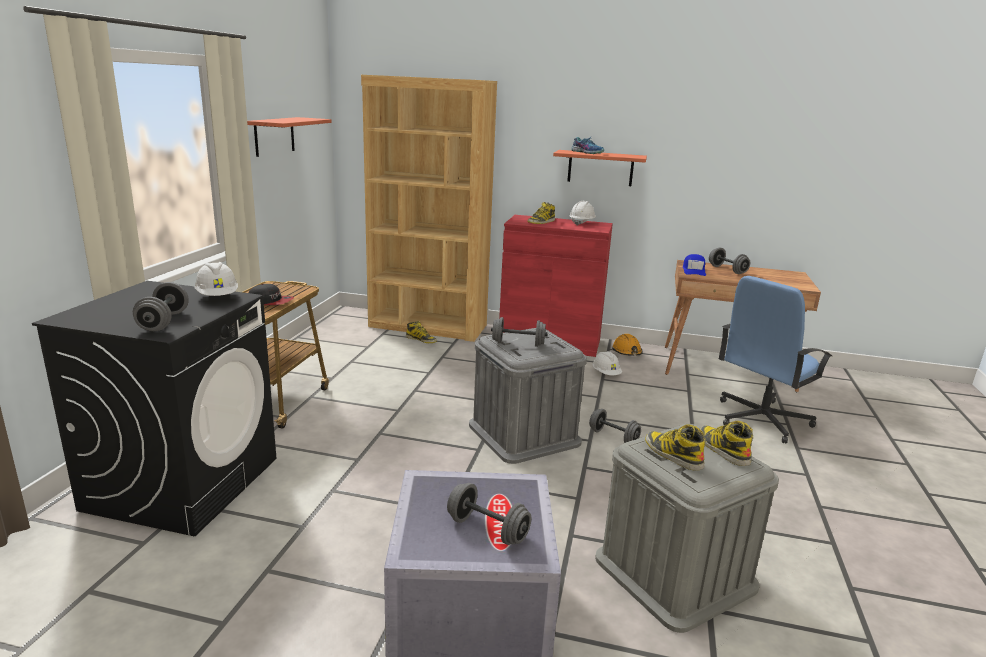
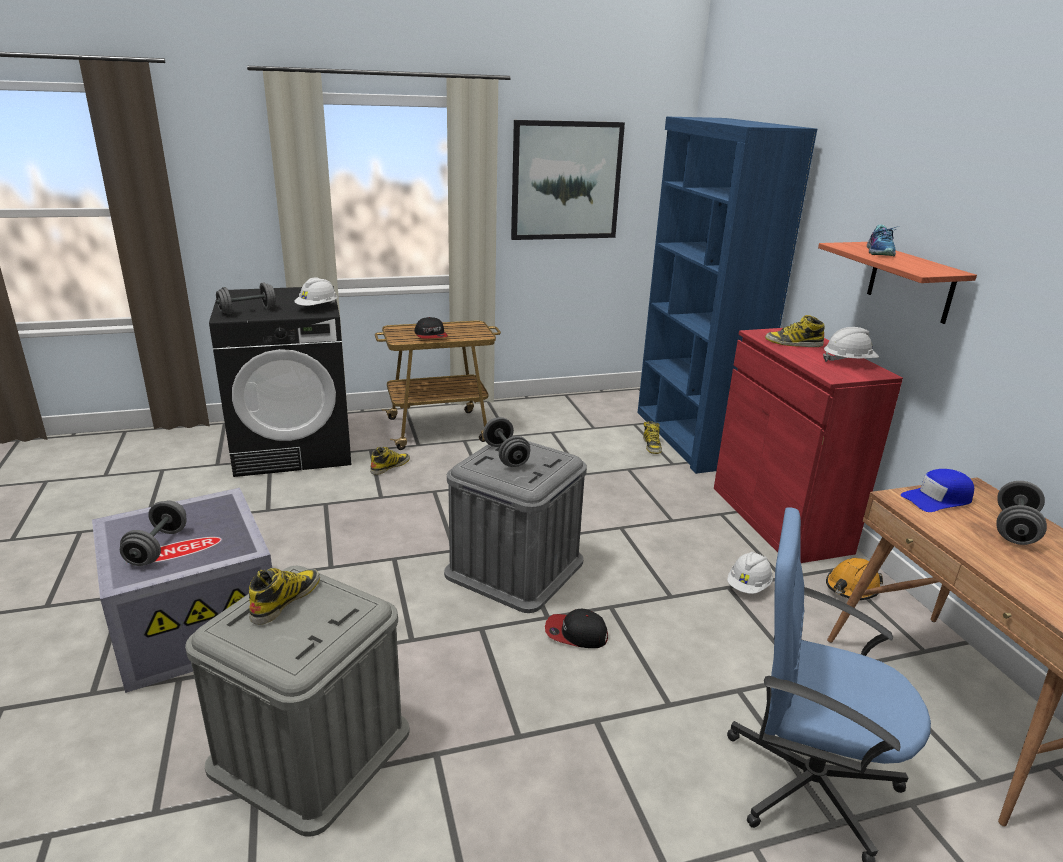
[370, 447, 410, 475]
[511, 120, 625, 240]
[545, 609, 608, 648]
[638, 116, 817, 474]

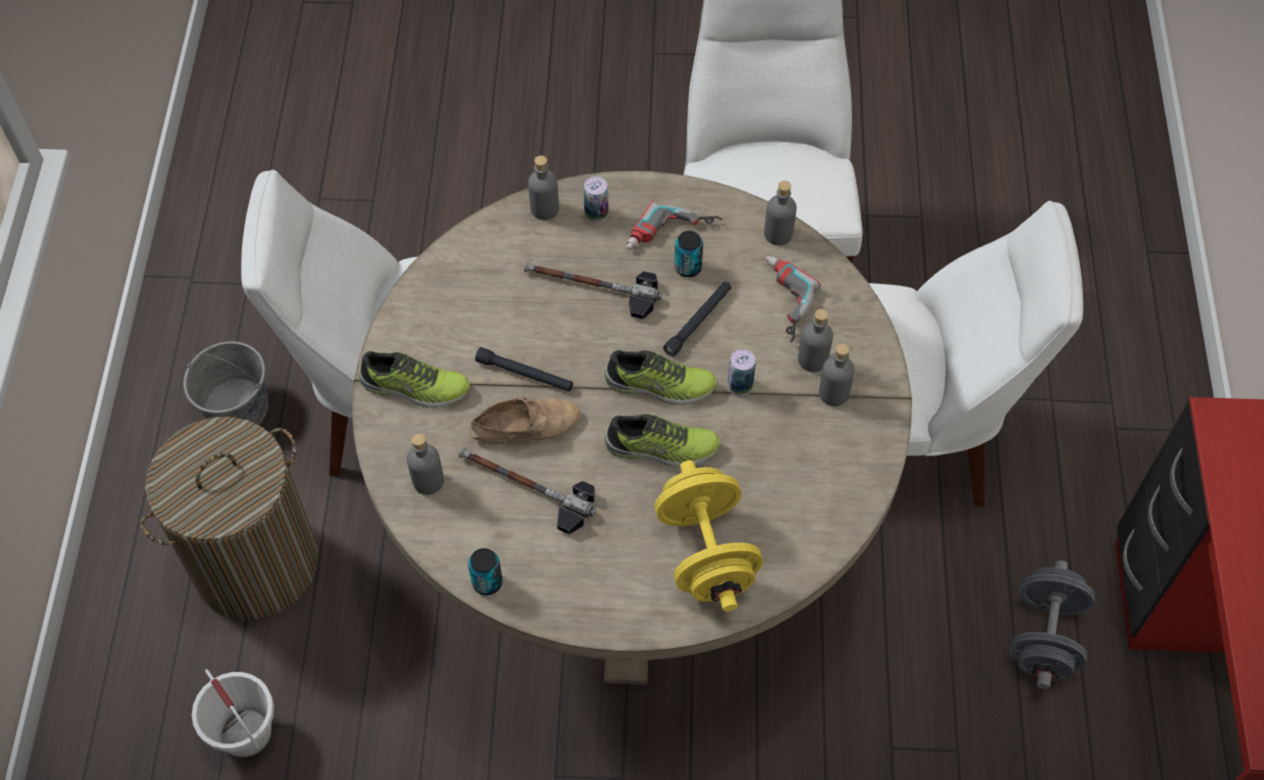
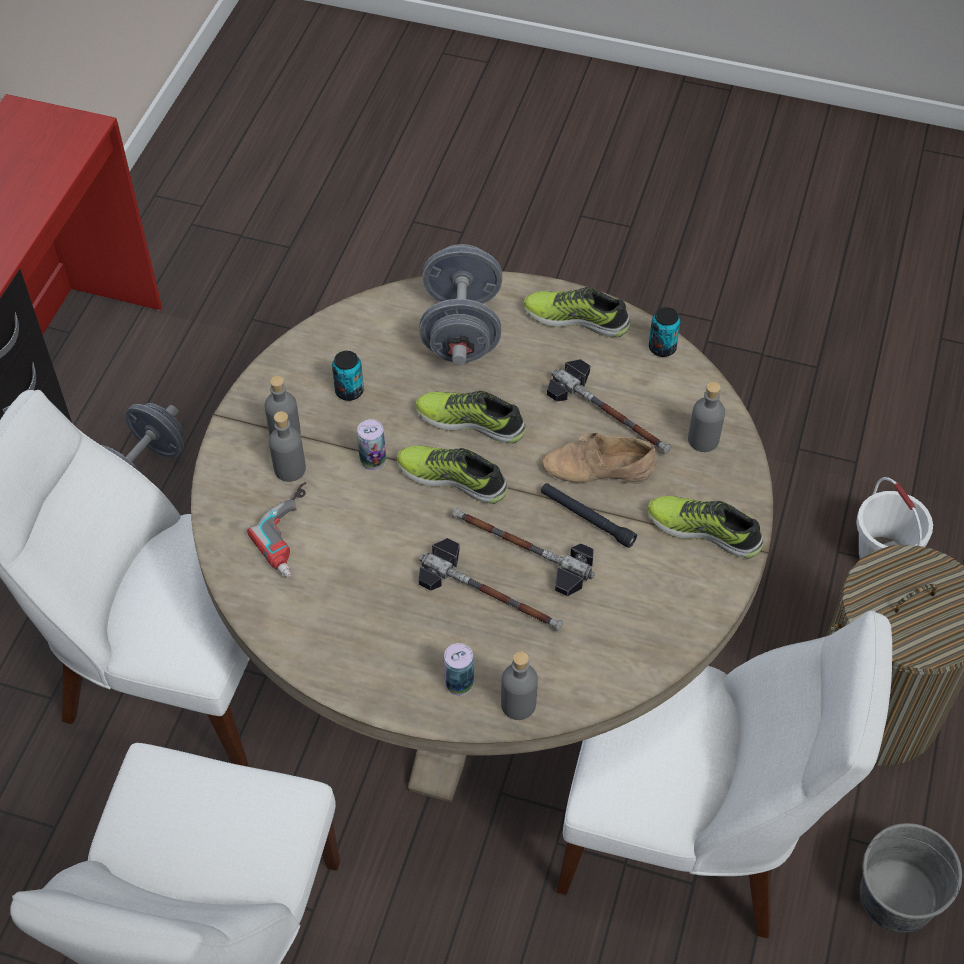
[627, 201, 722, 250] (first image)
[663, 282, 731, 357] (first image)
[764, 181, 797, 245] (first image)
[452, 507, 595, 596]
[524, 287, 630, 337]
[332, 351, 364, 401]
[419, 244, 502, 365]

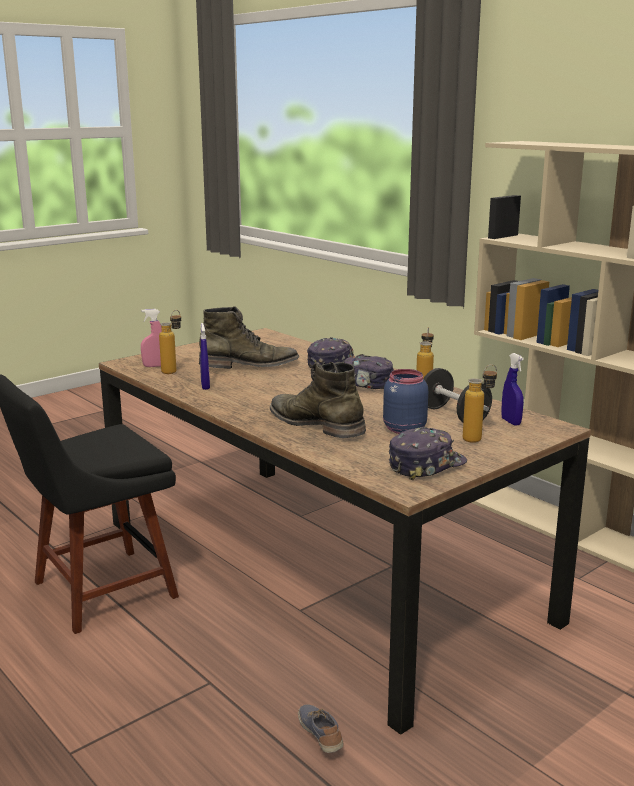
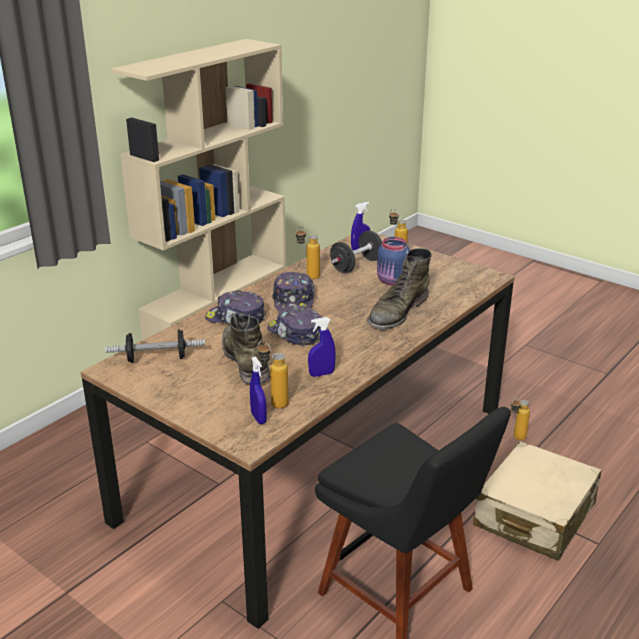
[105, 329, 205, 363]
[473, 441, 601, 561]
[267, 305, 322, 346]
[511, 398, 530, 440]
[250, 356, 267, 424]

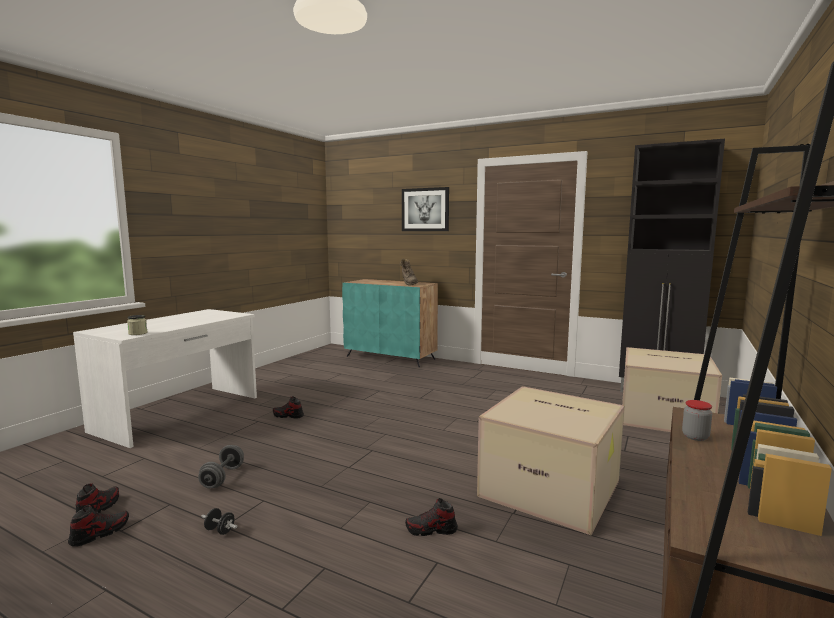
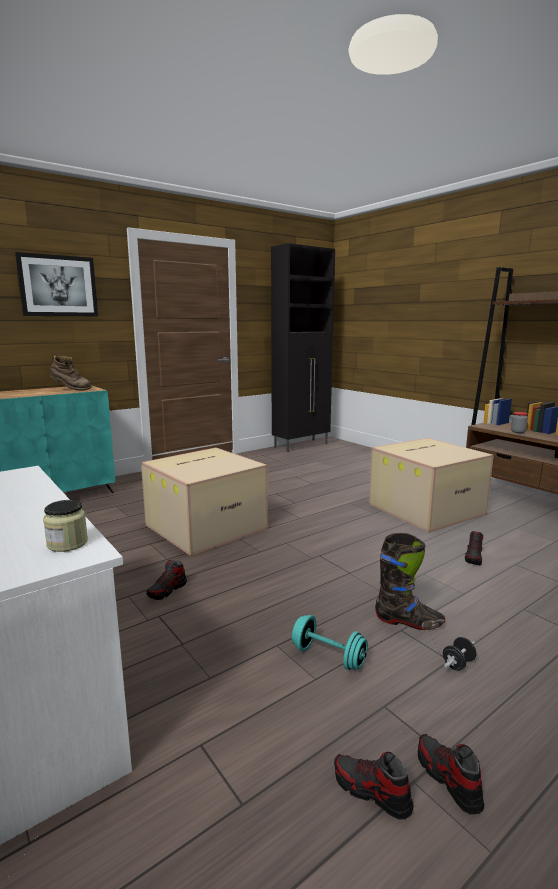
[375, 533, 445, 630]
[141, 448, 268, 556]
[292, 615, 368, 670]

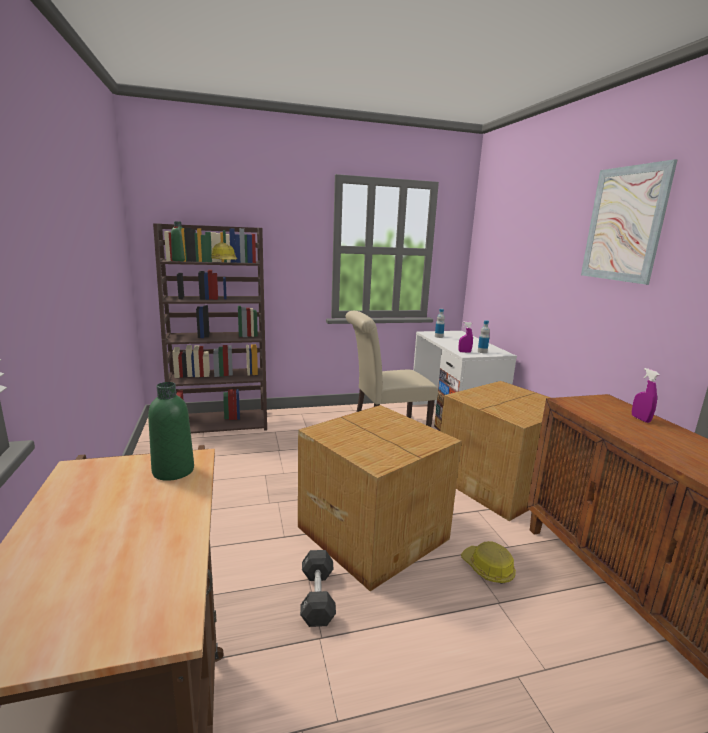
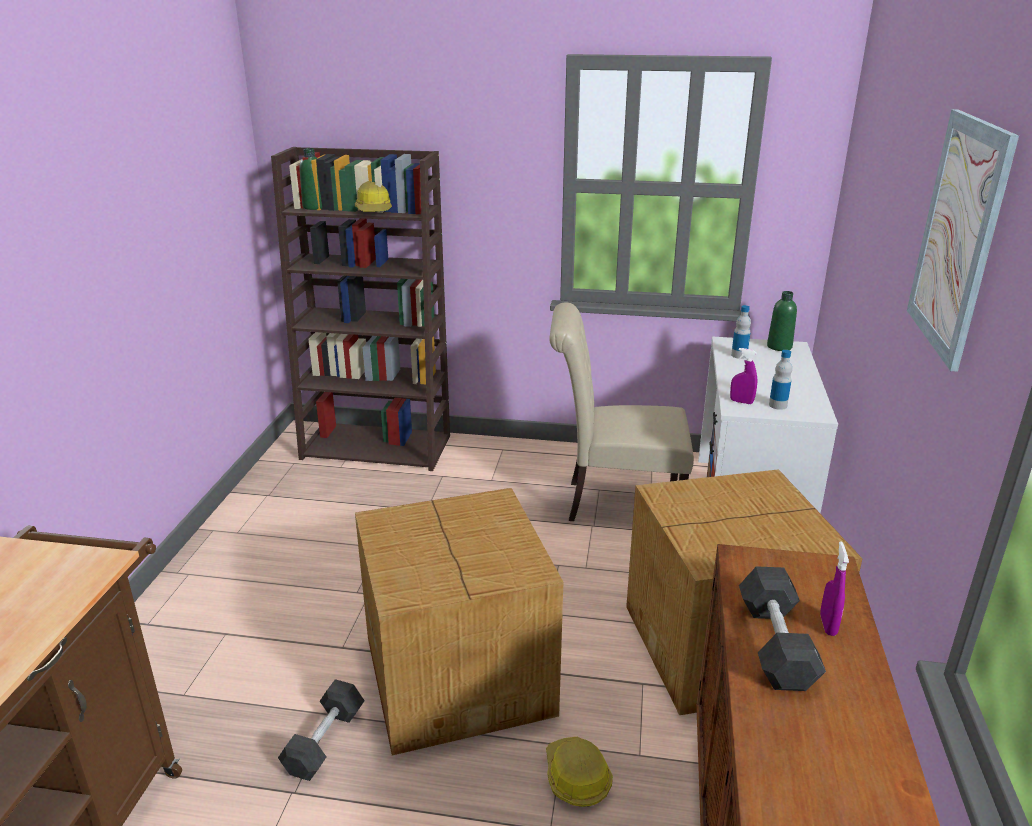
[739, 566, 826, 691]
[767, 291, 797, 351]

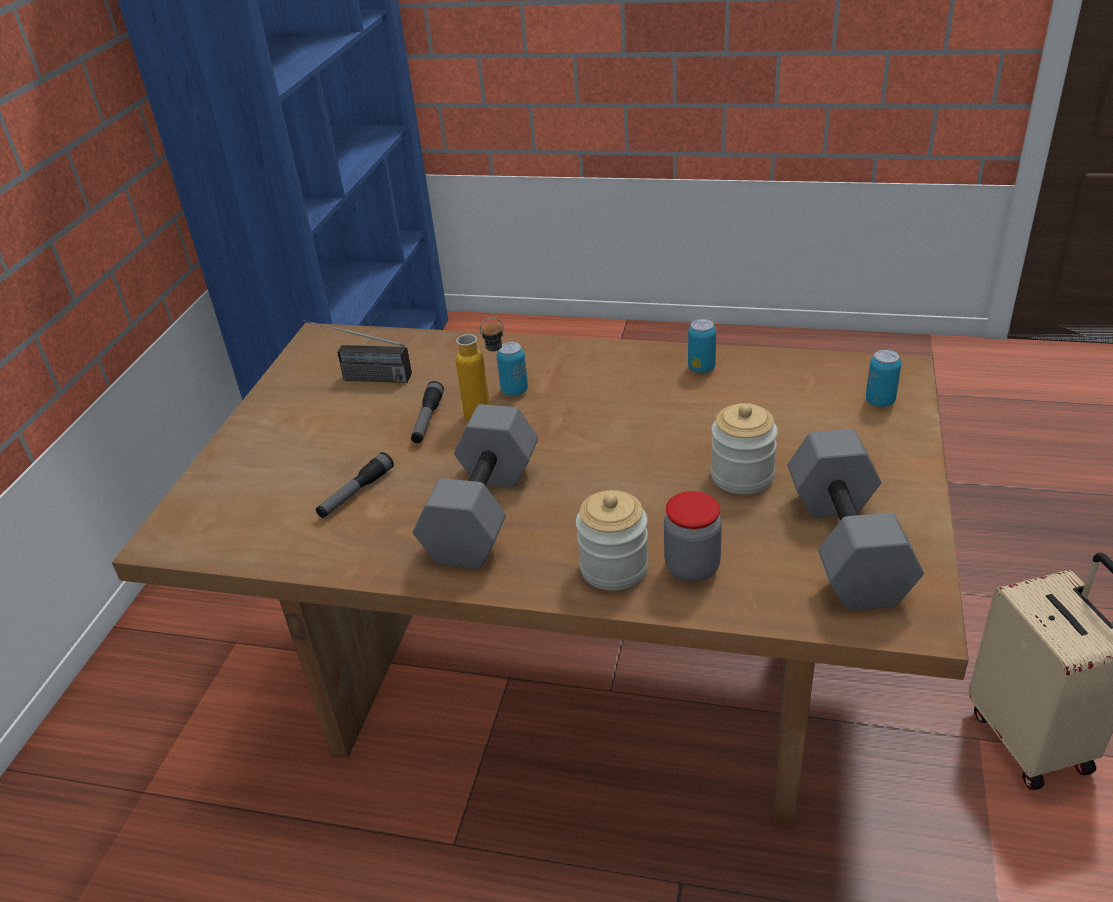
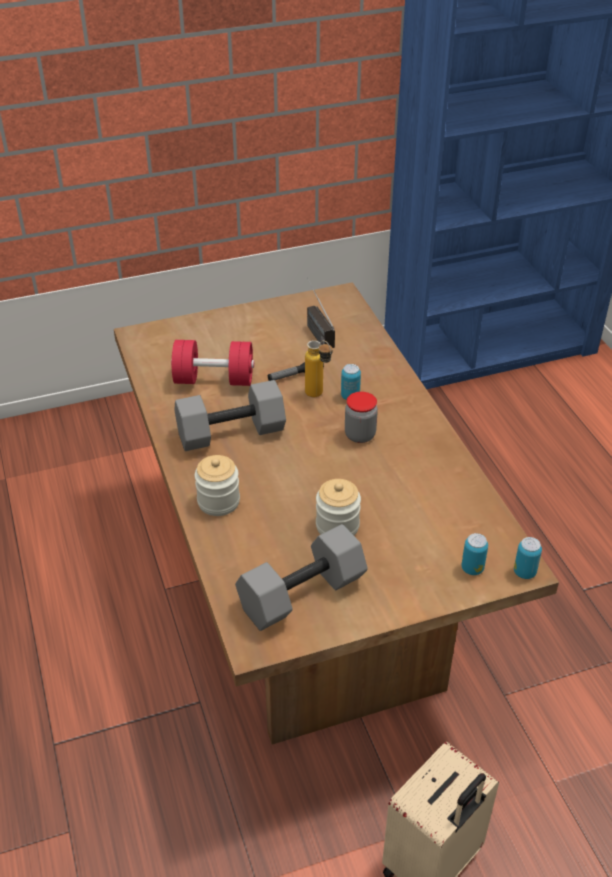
[345, 392, 378, 443]
[514, 537, 542, 579]
[171, 340, 254, 386]

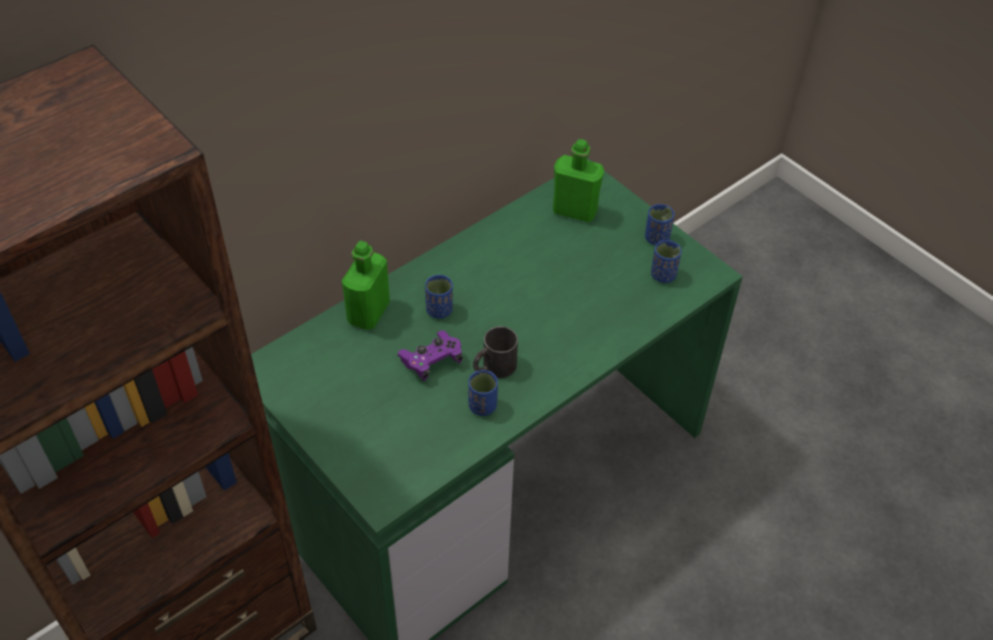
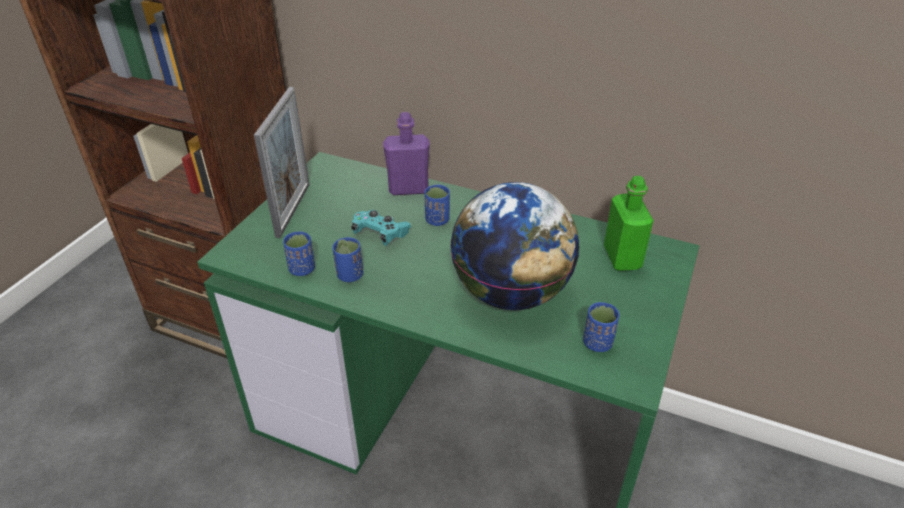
[473, 326, 518, 378] (first image)
[254, 87, 310, 238]
[450, 182, 579, 310]
[283, 231, 315, 276]
[383, 112, 430, 195]
[351, 210, 411, 246]

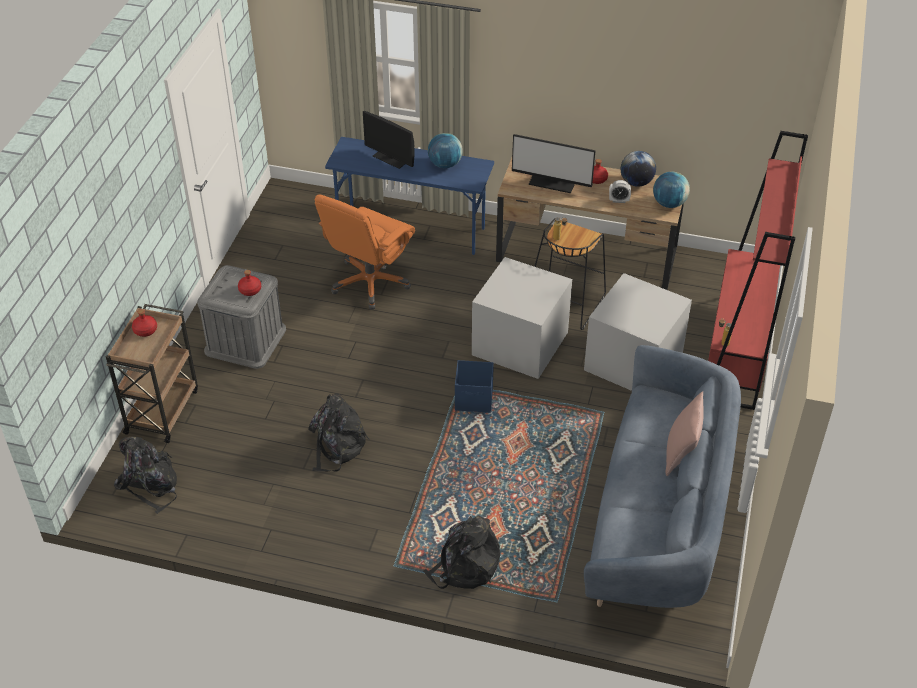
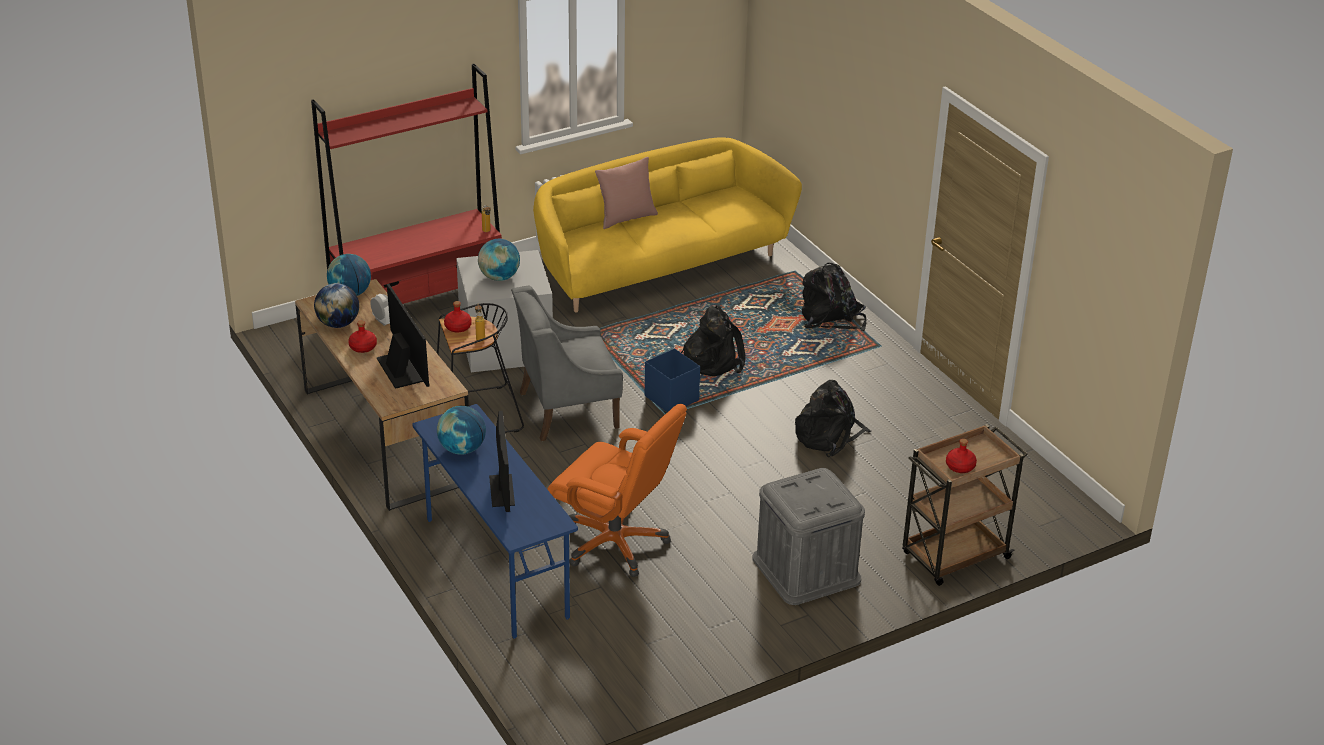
[478, 239, 520, 281]
[681, 305, 745, 377]
[444, 301, 472, 332]
[511, 285, 623, 441]
[533, 138, 802, 312]
[547, 404, 687, 577]

